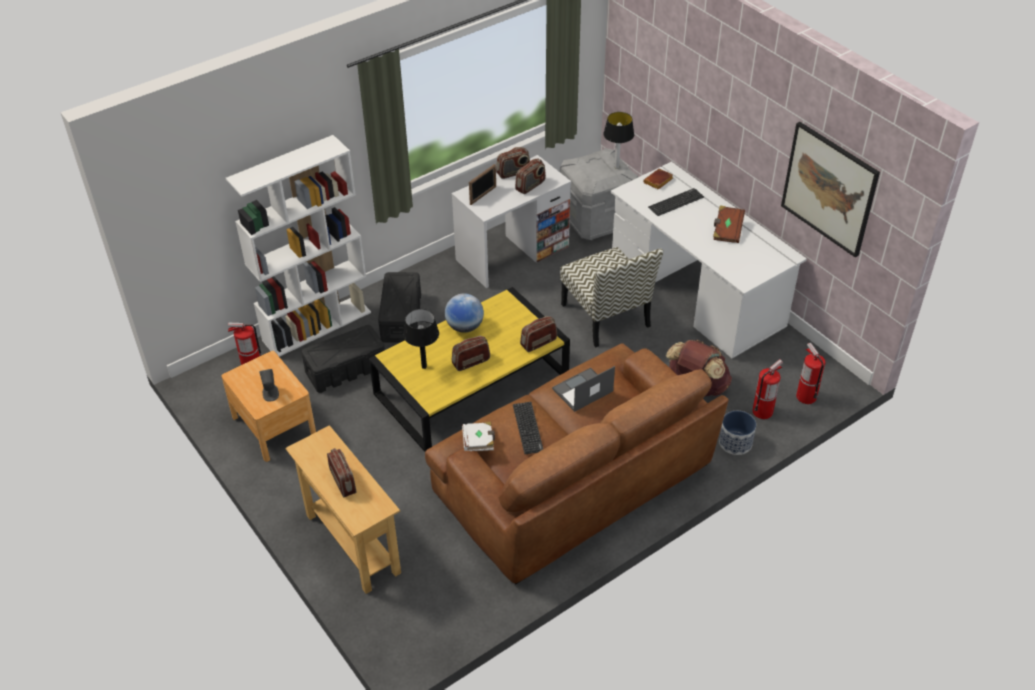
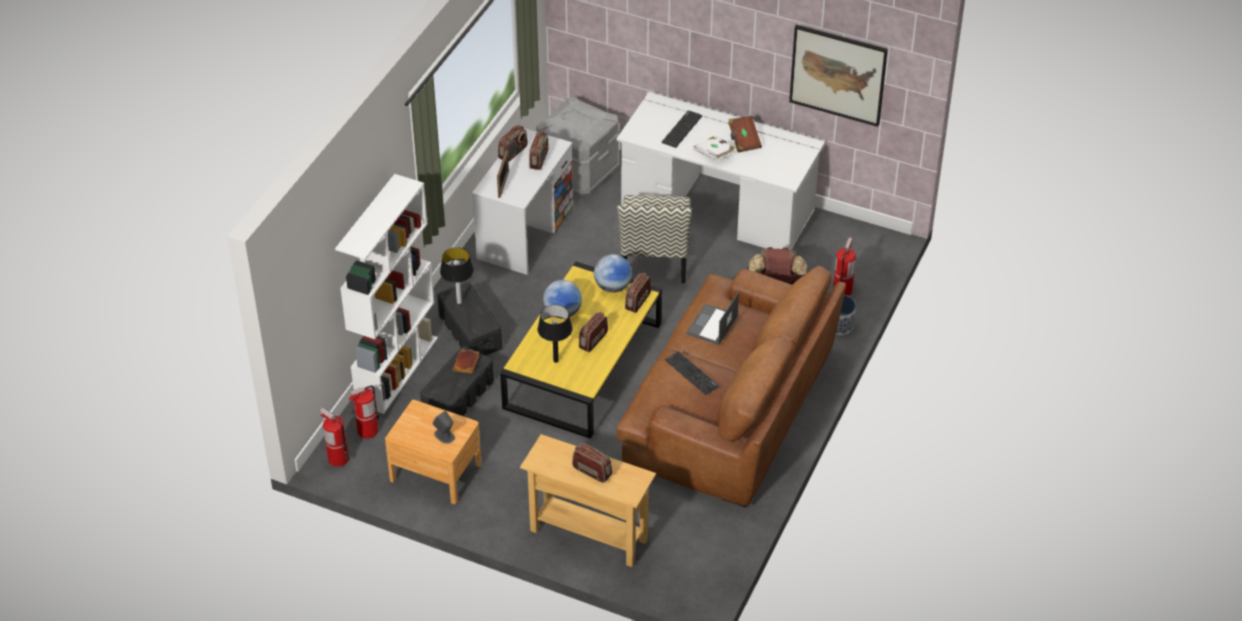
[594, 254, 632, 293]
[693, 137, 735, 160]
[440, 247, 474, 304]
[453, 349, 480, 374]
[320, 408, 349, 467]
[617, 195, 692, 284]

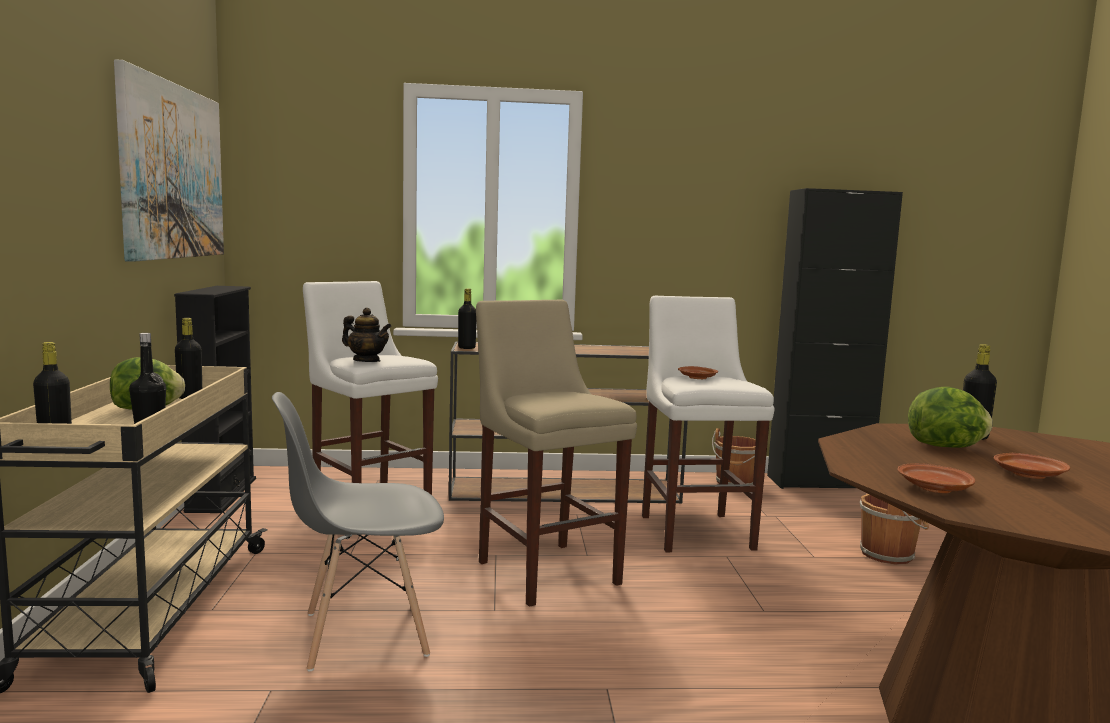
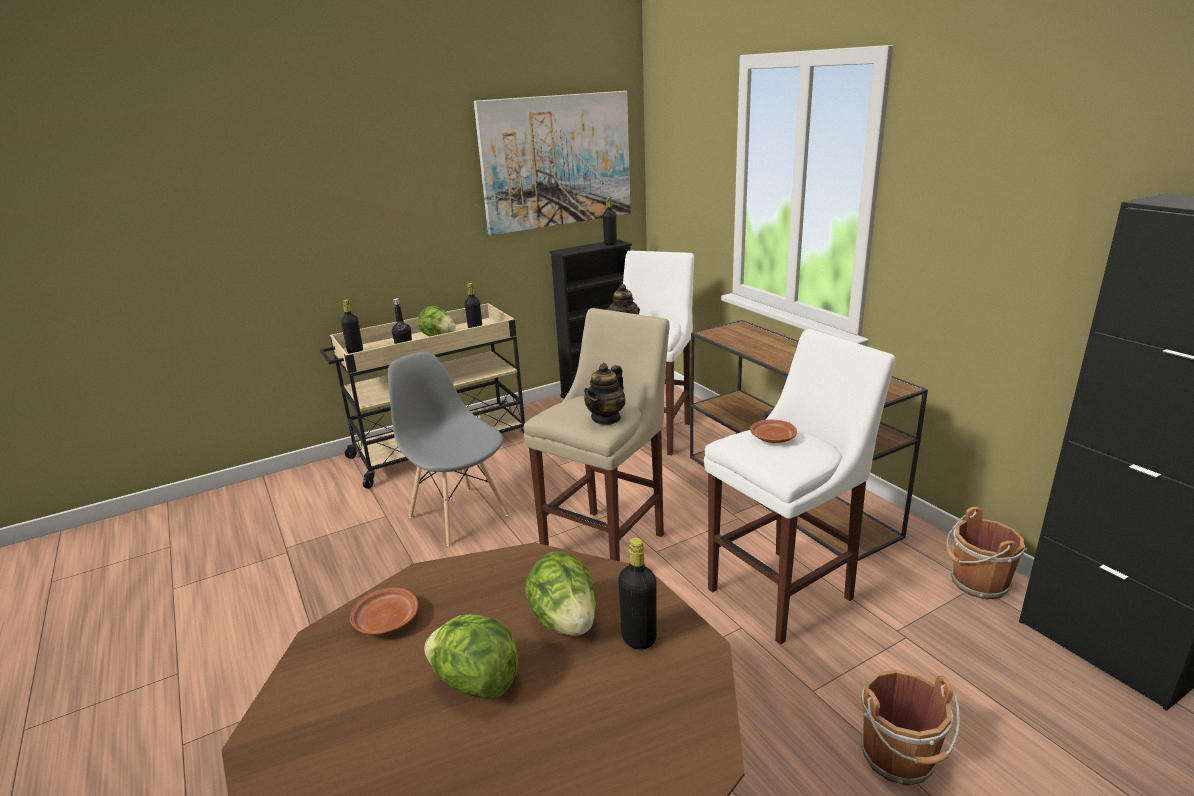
[584, 363, 626, 425]
[603, 197, 617, 245]
[424, 614, 518, 700]

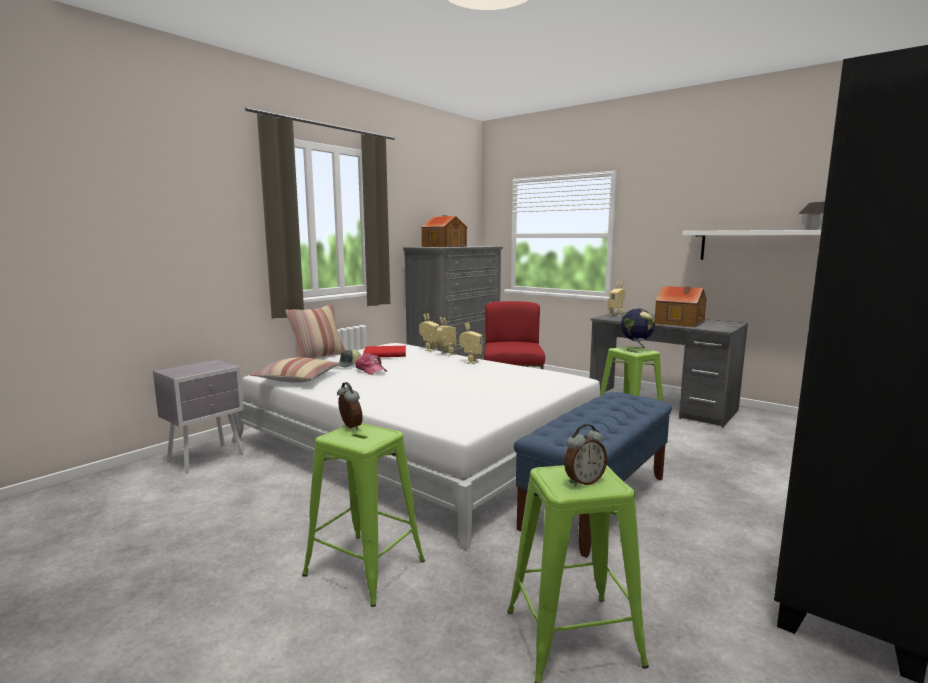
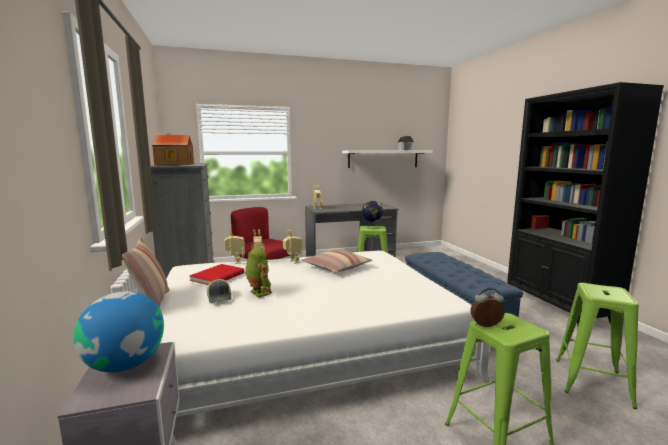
[564, 424, 607, 486] (first image)
[655, 286, 707, 327] (first image)
[74, 291, 164, 373]
[302, 250, 372, 272]
[245, 248, 273, 298]

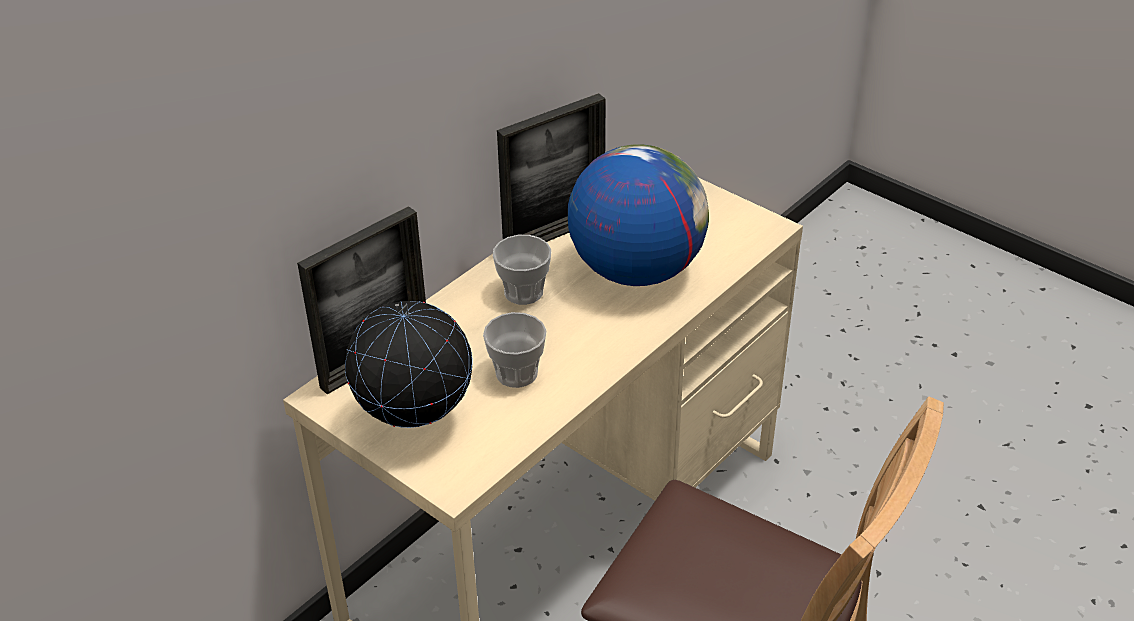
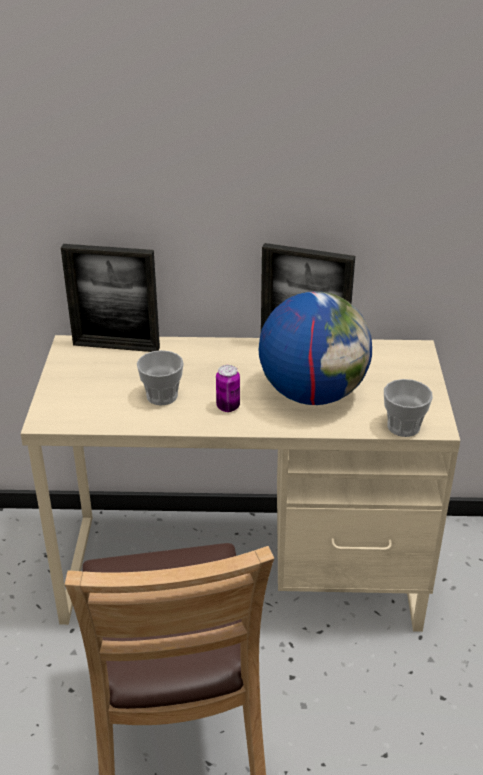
[345, 301, 473, 428] (first image)
[216, 365, 240, 412]
[384, 379, 433, 437]

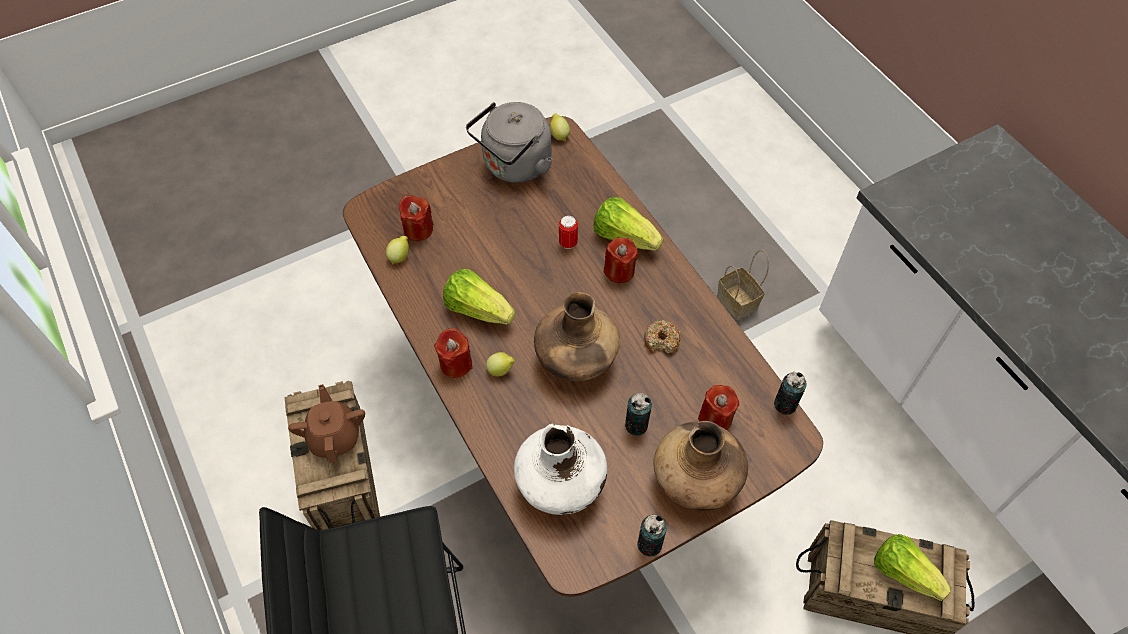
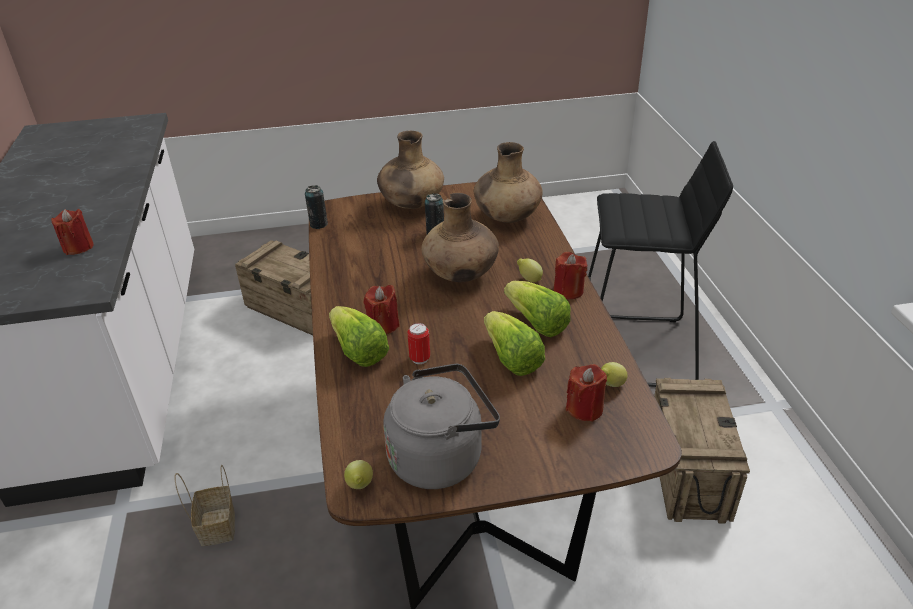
[288, 384, 365, 463] (first image)
[637, 515, 667, 557] (first image)
[644, 320, 680, 354] (first image)
[51, 209, 94, 255]
[484, 311, 545, 376]
[474, 142, 543, 223]

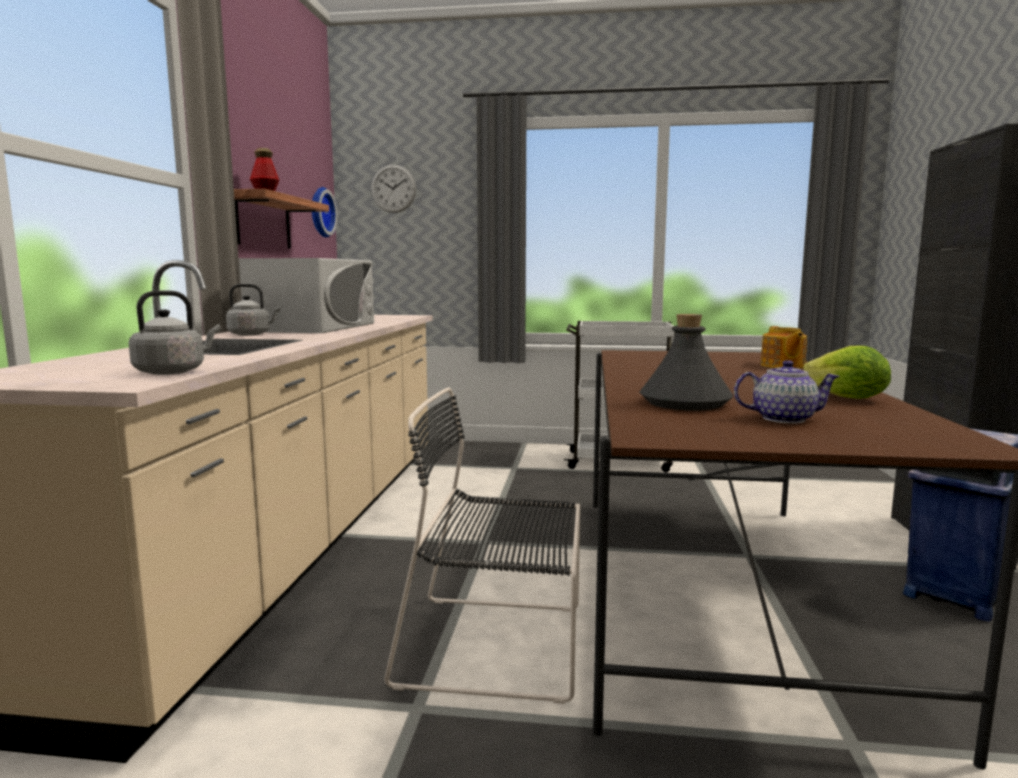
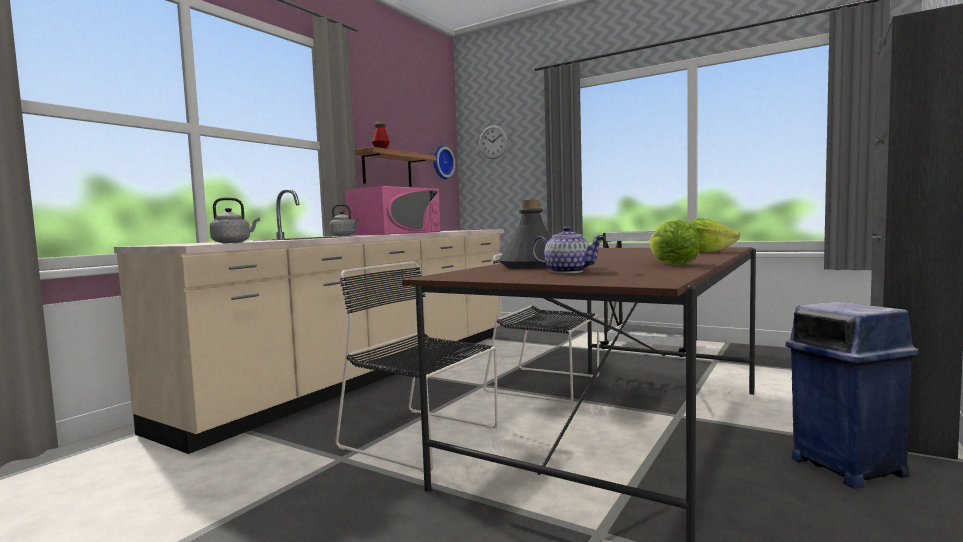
[483, 253, 599, 403]
[688, 218, 740, 253]
[345, 186, 440, 235]

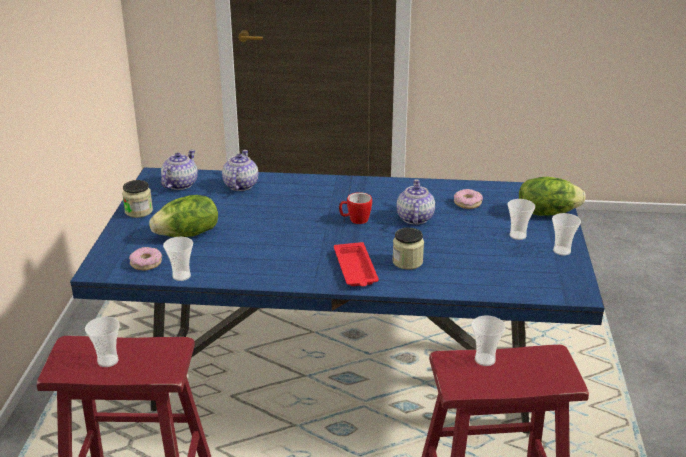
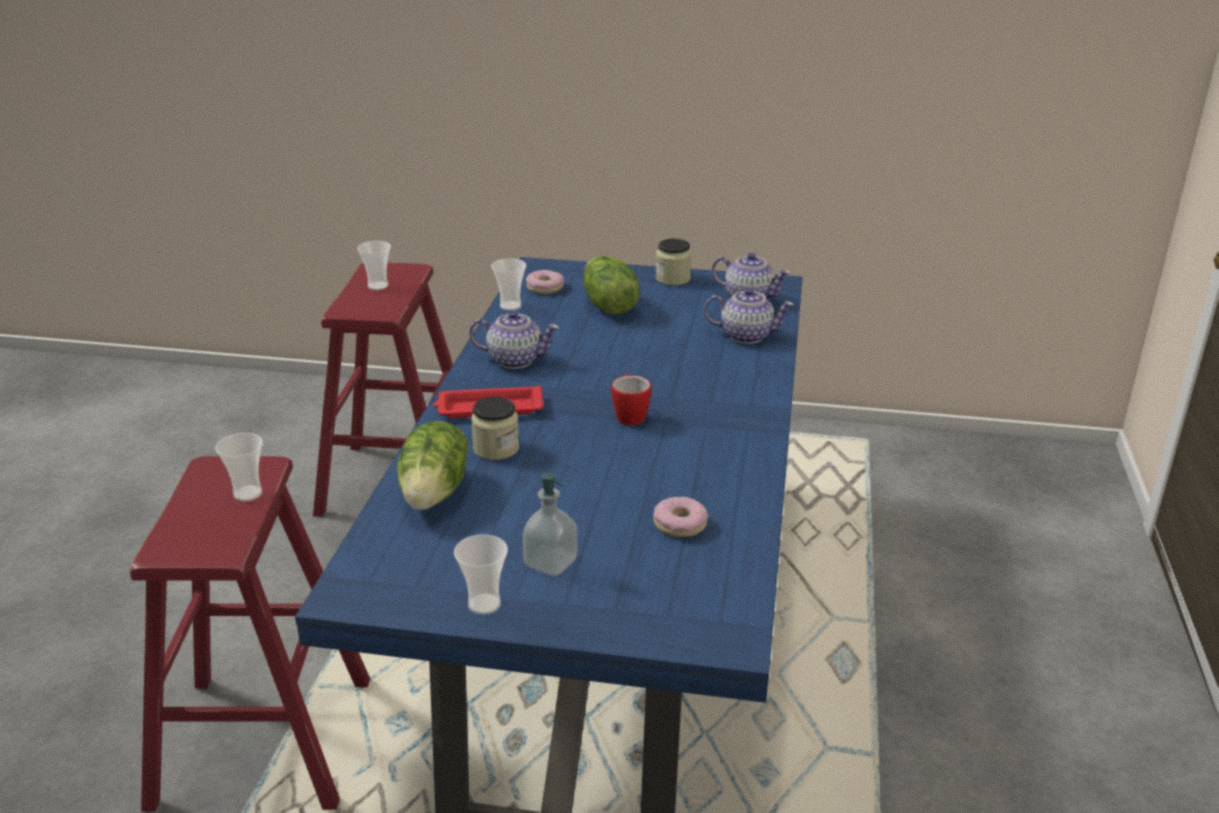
[469, 311, 559, 369]
[397, 421, 468, 510]
[522, 472, 577, 576]

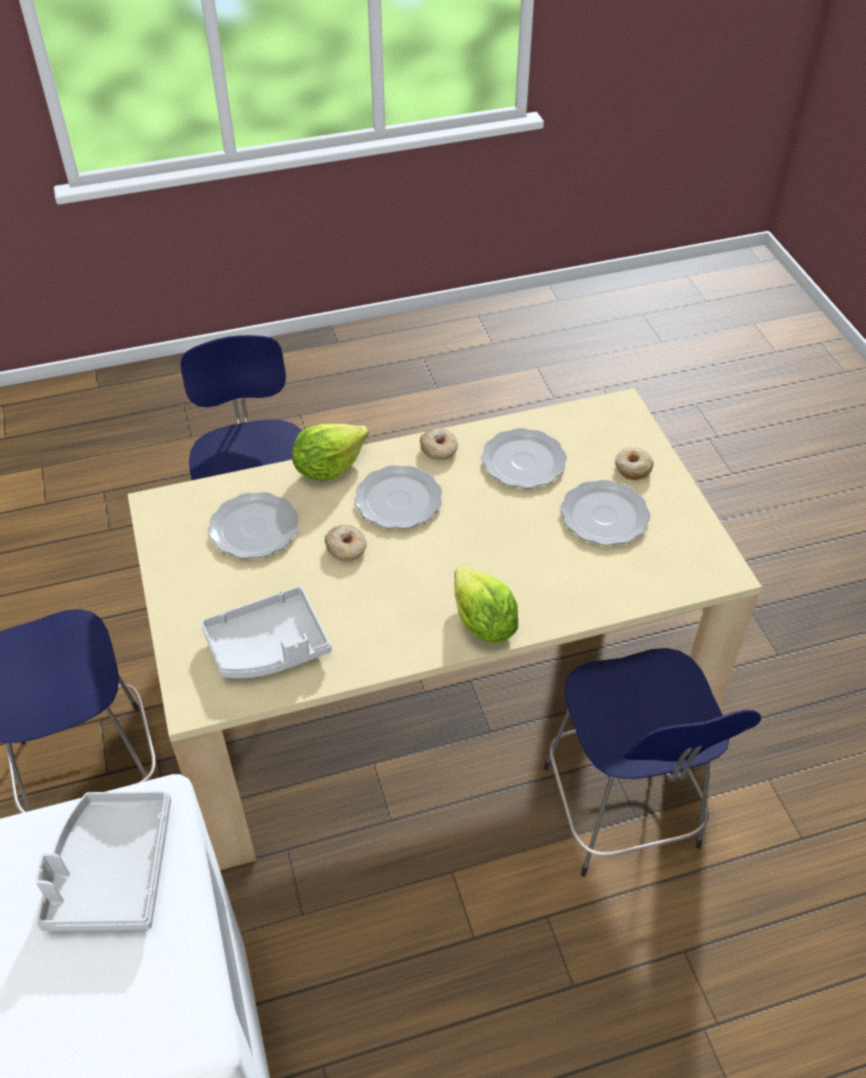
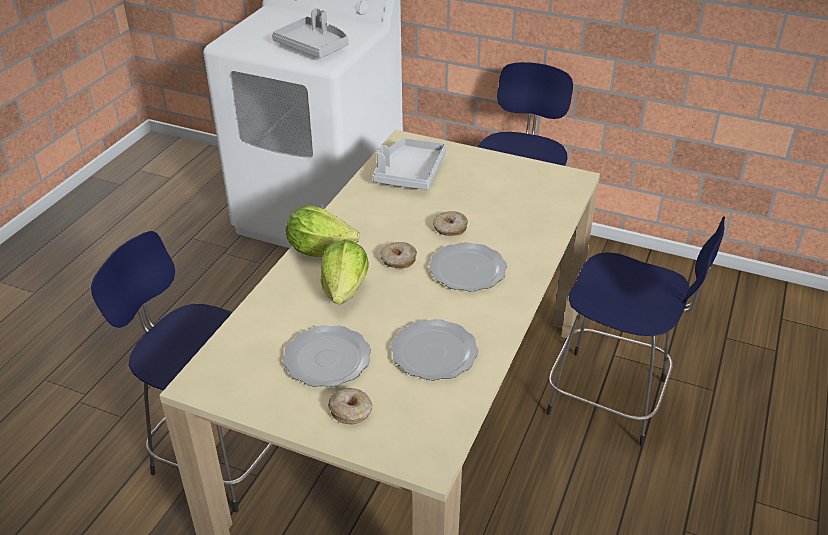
[209, 492, 299, 559] (first image)
[320, 240, 369, 304]
[380, 242, 417, 268]

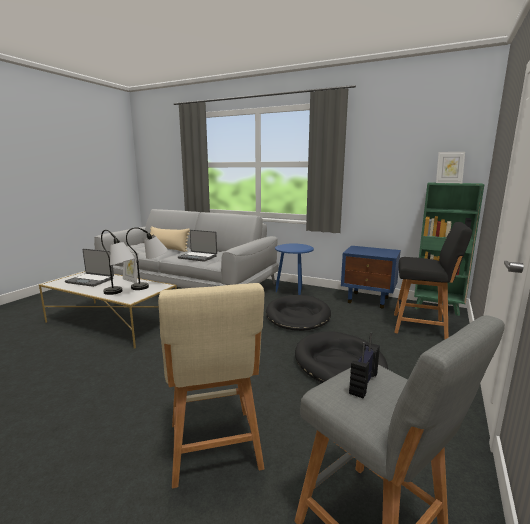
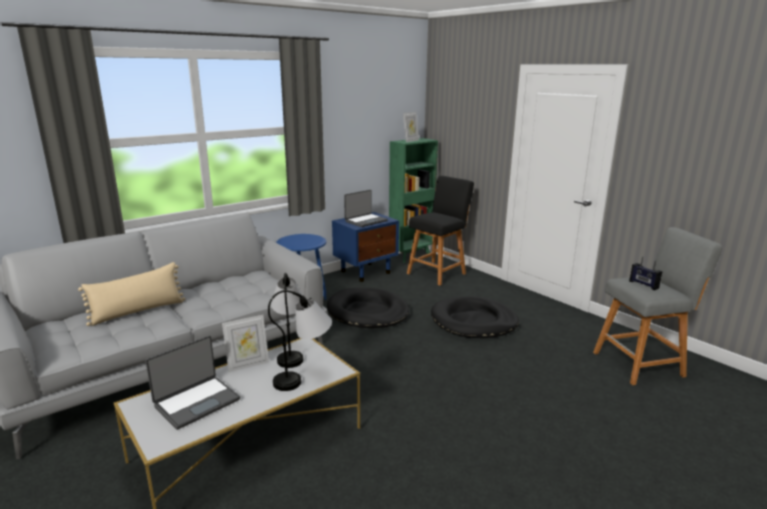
[158, 283, 265, 489] (first image)
[344, 190, 388, 227]

